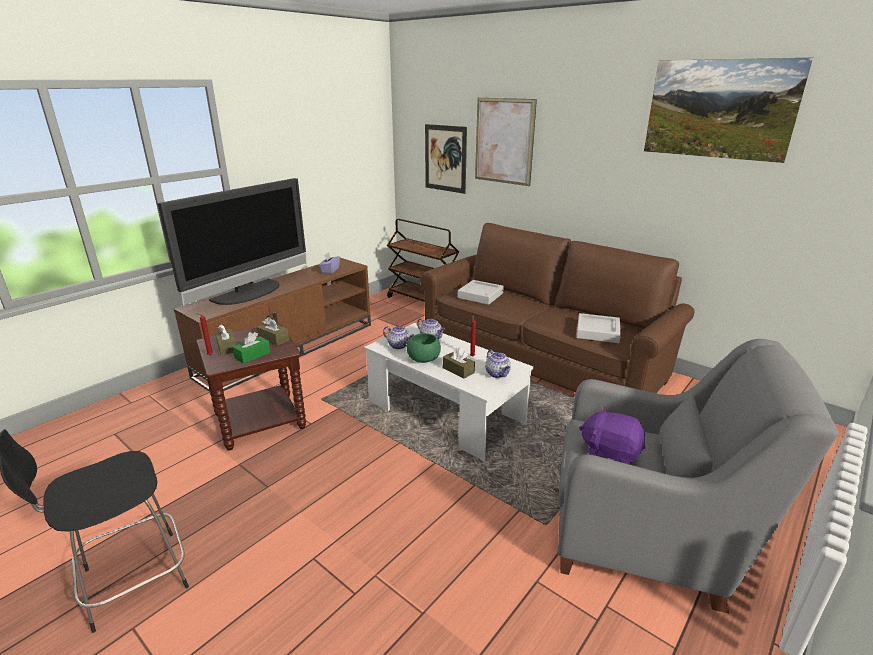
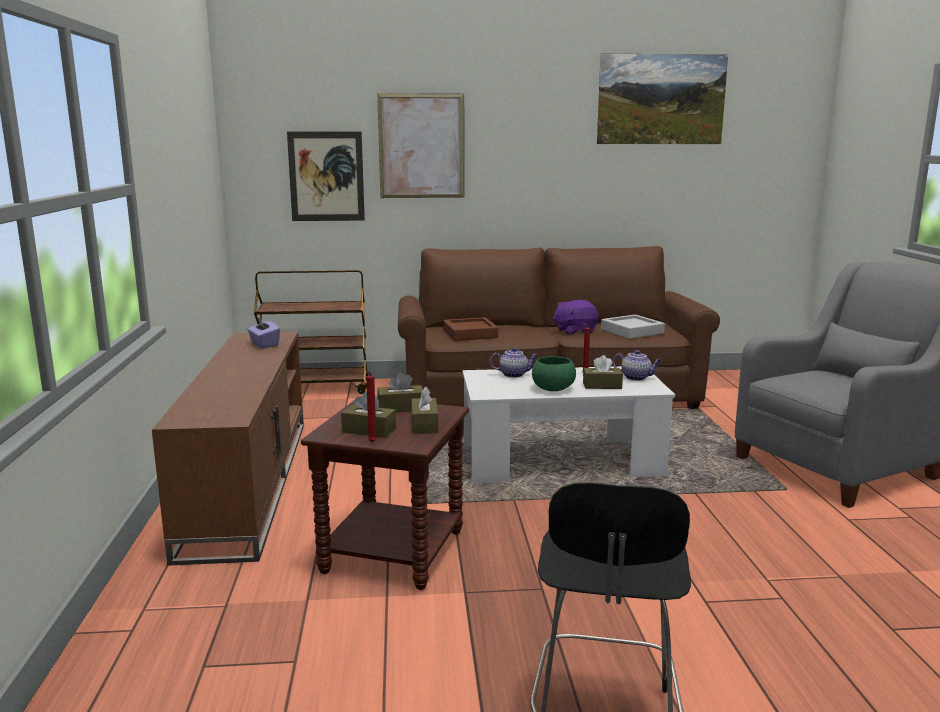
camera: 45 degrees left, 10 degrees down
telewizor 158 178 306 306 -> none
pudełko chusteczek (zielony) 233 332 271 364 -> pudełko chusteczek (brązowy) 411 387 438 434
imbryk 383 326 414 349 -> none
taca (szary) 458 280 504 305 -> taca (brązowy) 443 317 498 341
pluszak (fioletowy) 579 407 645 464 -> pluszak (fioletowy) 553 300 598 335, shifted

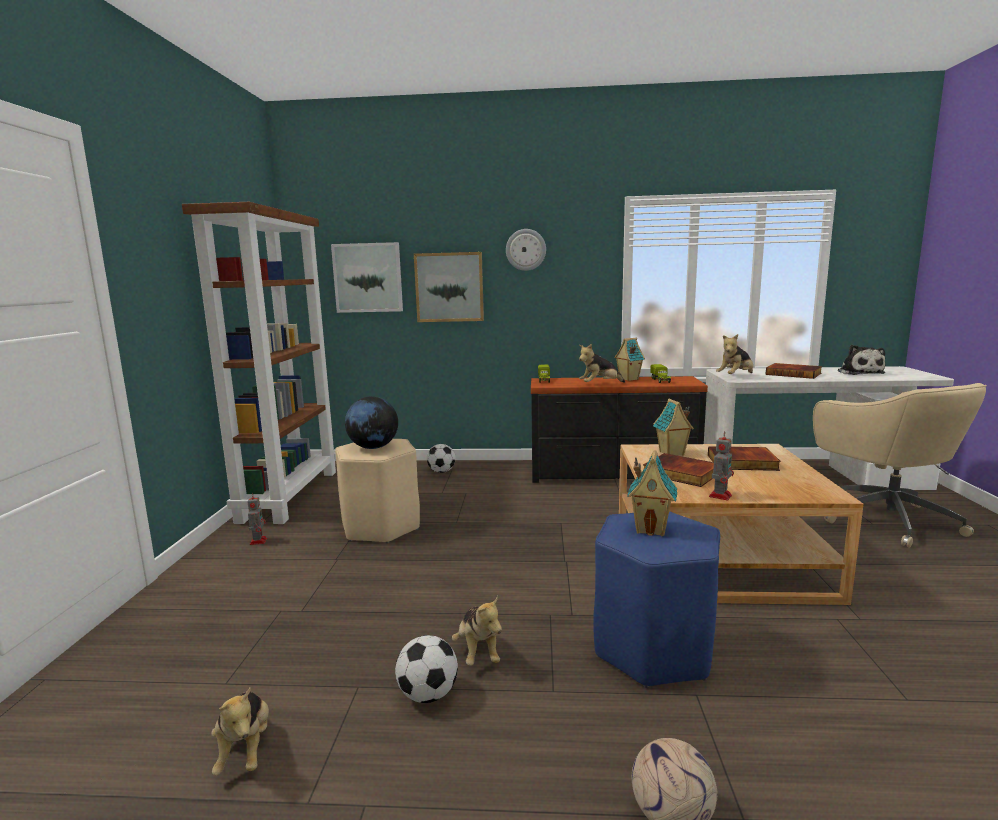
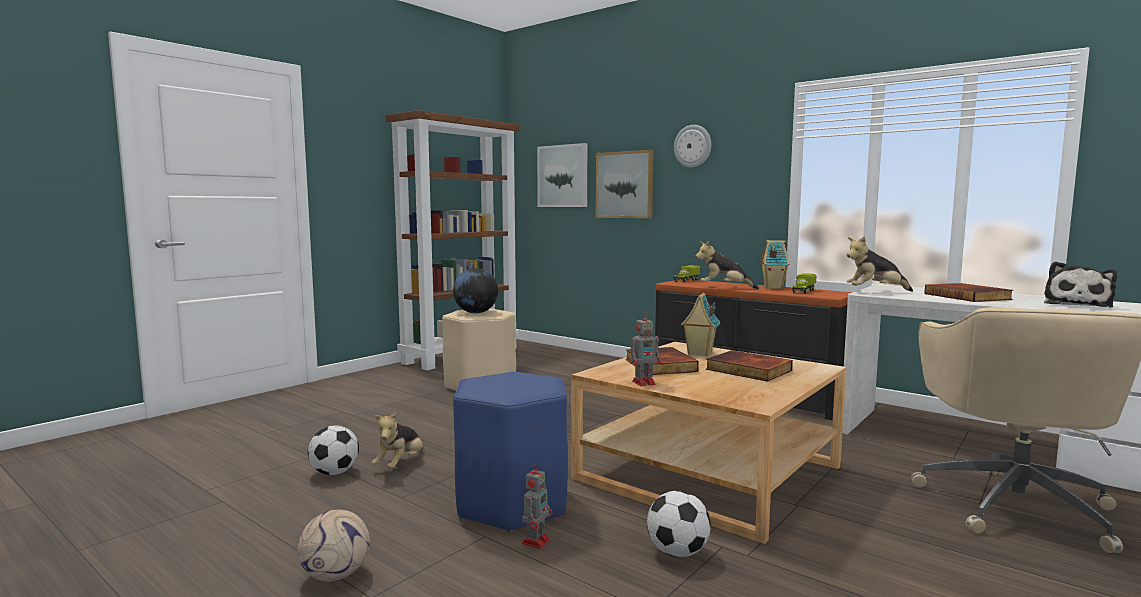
camera: 35 degrees right, 5 degrees down
pluszak 211 687 269 776 -> none
robot zabawkowy 247 495 267 545 -> robot zabawkowy 522 463 553 549, shifted
piłka futbolowa 427 444 456 473 -> piłka futbolowa 647 491 711 557, shifted
domek 627 450 677 536 -> none

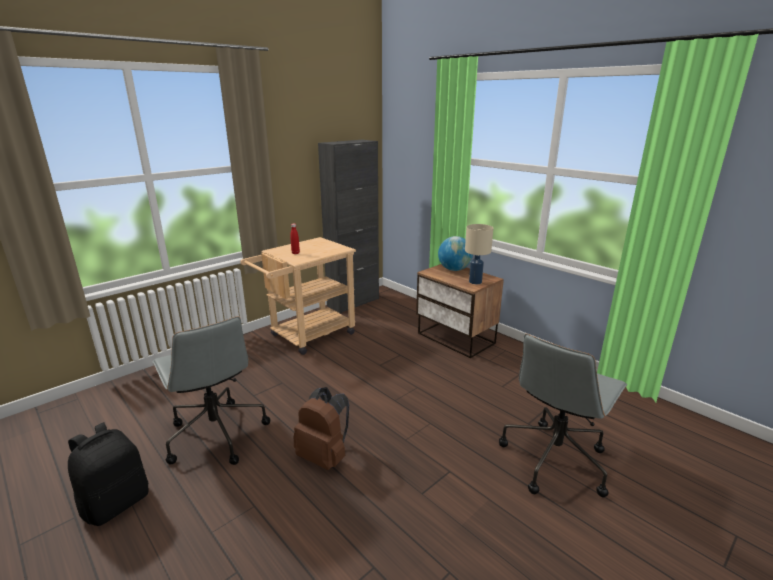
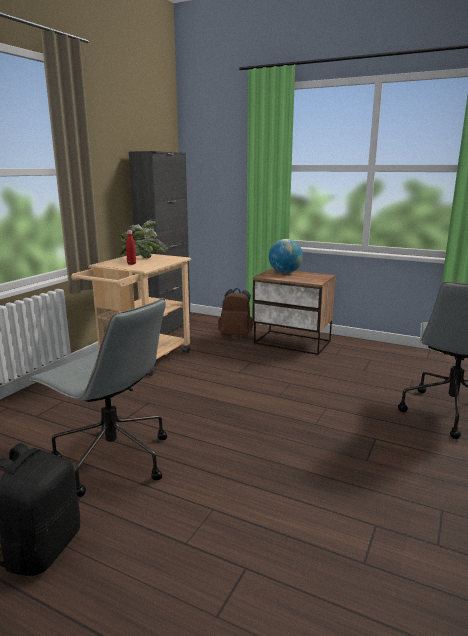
camera: 20 degrees left, 5 degrees down
plecak (brązowy) 293 387 349 470 -> plecak (brązowy) 218 288 253 335, shifted
lampa stołowa (beżowy) 465 224 493 284 -> none
none -> roślina doniczkowa 117 219 168 258

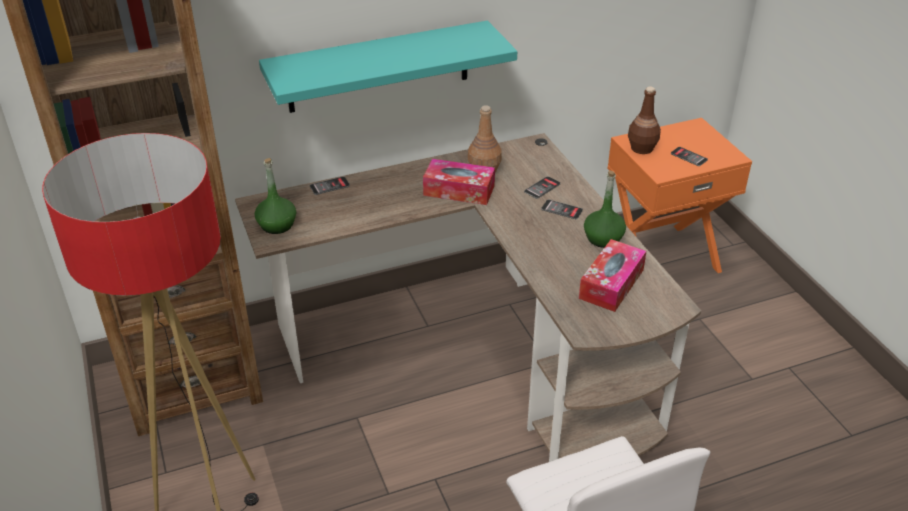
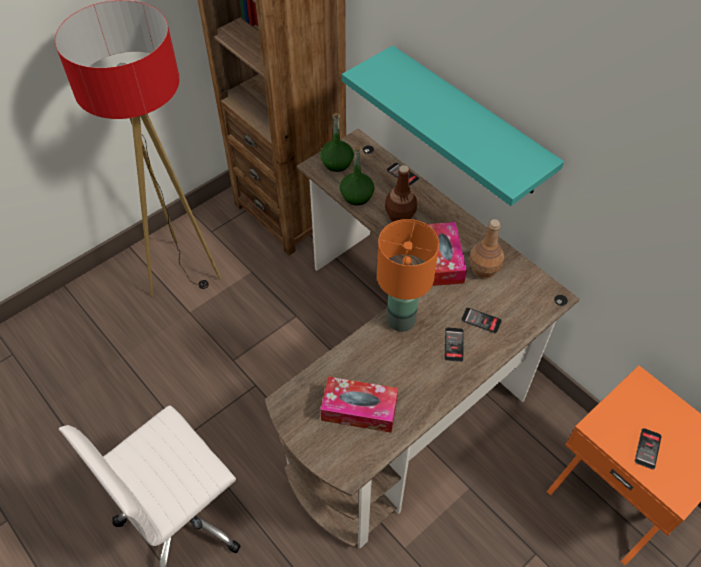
camera: 70 degrees right, 15 degrees up
butelka (zielony) 584 171 626 248 -> butelka (zielony) 340 145 375 205, shifted
butelka (brązowy) 628 87 661 154 -> butelka (brązowy) 385 165 417 222, shifted
none -> lampa stołowa (pomarańczowy) 377 219 439 332

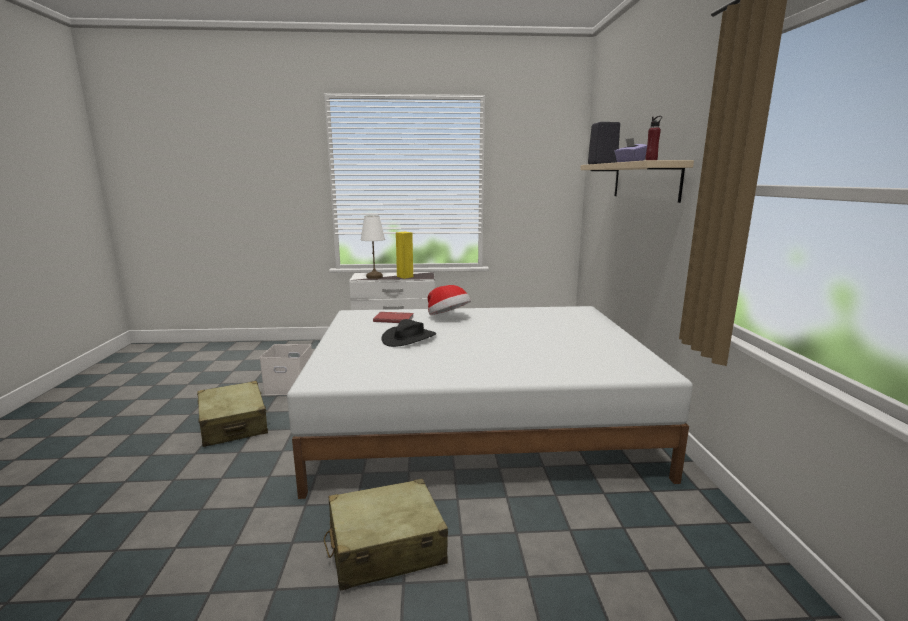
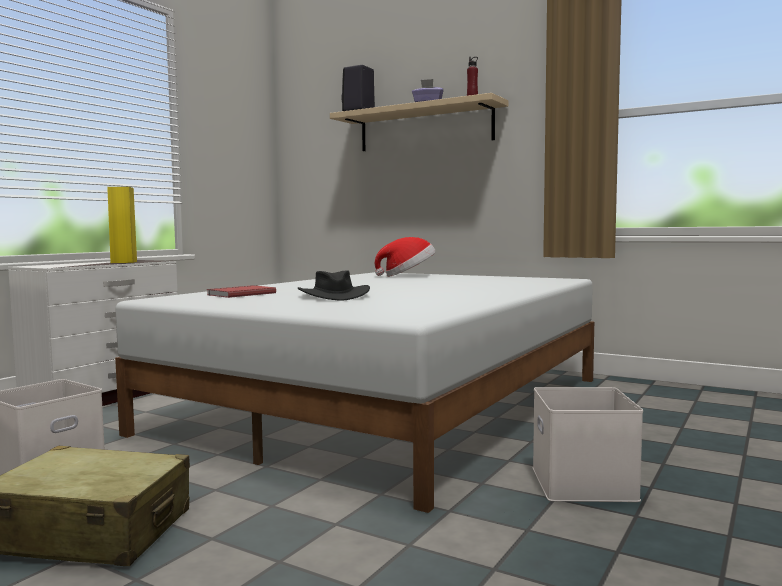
camera: 55 degrees left, 10 degrees down
walizka (beżowy) 324 479 448 591 -> pojemnik do przechowywania (biały) 533 387 643 502
lampa stołowa (biały) 361 215 385 279 -> none
kapelusz 428 285 471 315 -> kapelusz 375 237 436 277, shifted

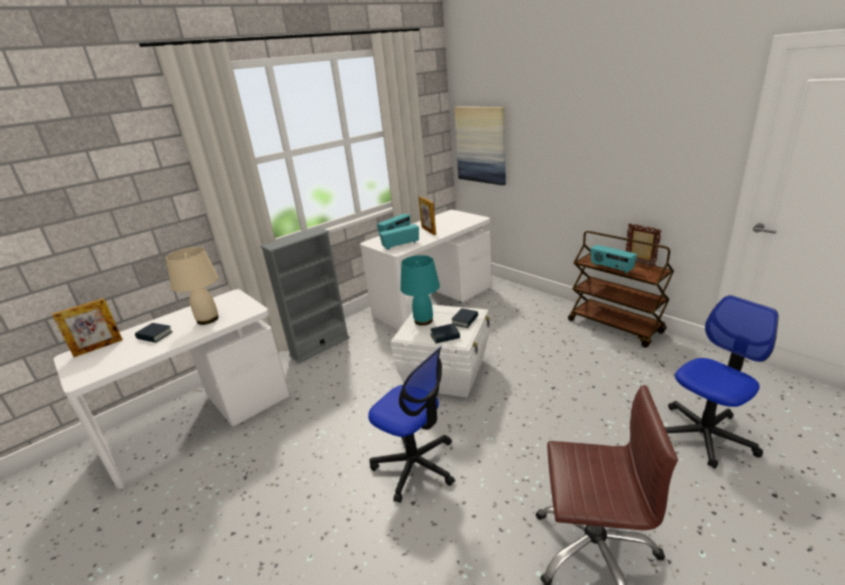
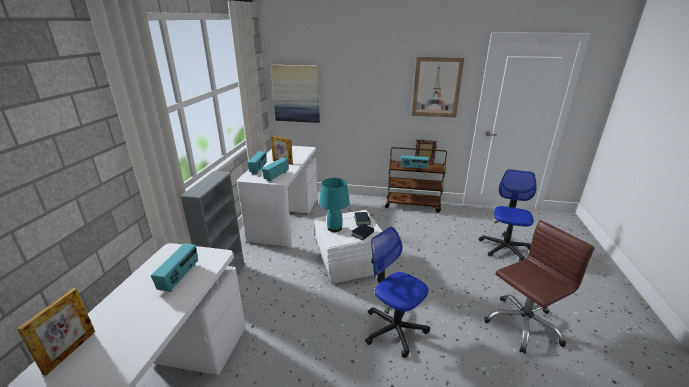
camera: 40 degrees left, 0 degrees up
książka 135 323 173 343 -> none
lampa stołowa (beżowy) 166 247 219 325 -> radio 151 243 198 292
krzesło biurowe 368 347 455 503 -> krzesło biurowe 365 227 430 358, 135 degrees counterclockwise
none -> obraz 412 57 464 118

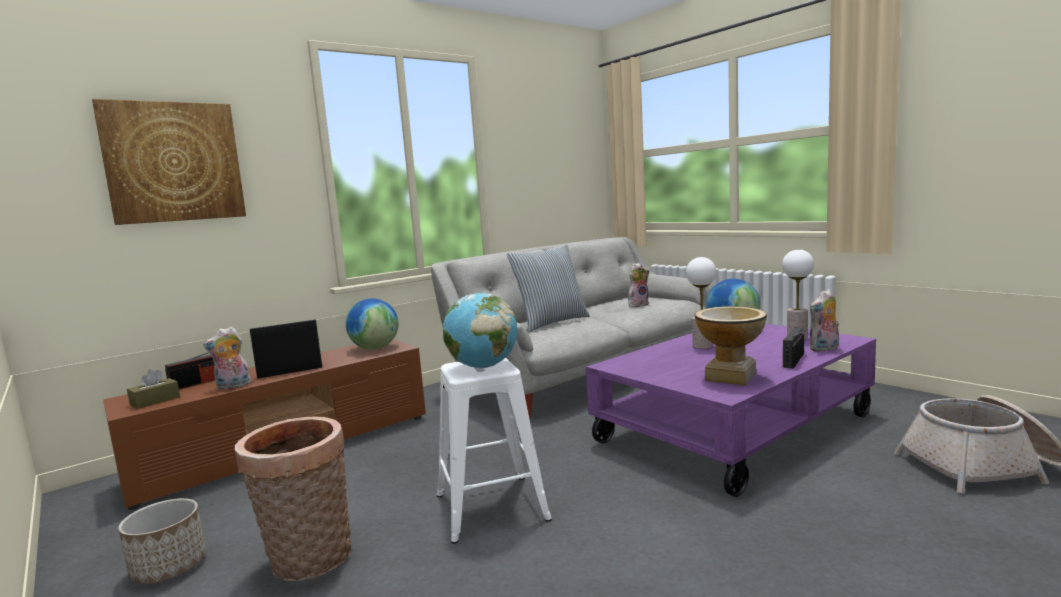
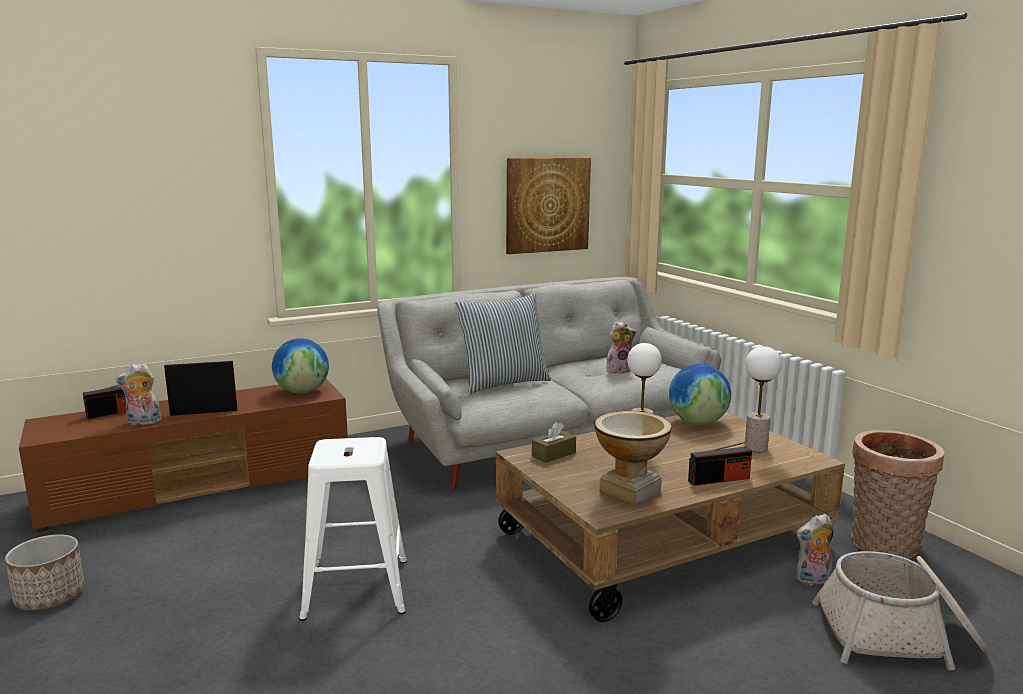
camera: 10 degrees right, 5 degrees up
obraz 92 99 246 225 -> obraz 506 158 591 254, shifted
pudełko chusteczek (brązowy) 127 369 180 409 -> pudełko chusteczek (brązowy) 532 422 576 463, shifted
koszyk 235 416 351 581 -> koszyk 851 430 944 559, shifted
globus 443 293 517 368 -> none
ława (fioletowy) 586 323 876 497 -> ława (brązowy) 496 412 845 622
radio 783 328 804 369 -> radio 688 442 752 486, 150 degrees counterclockwise
pluszak 810 289 839 352 -> pluszak 795 514 833 586, shifted

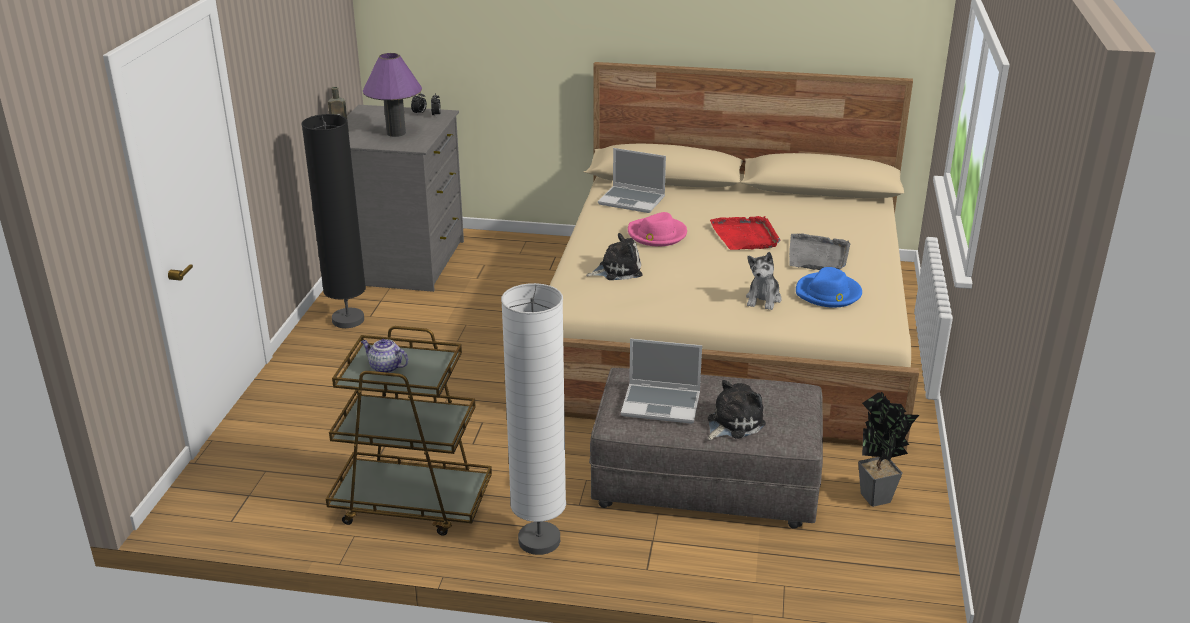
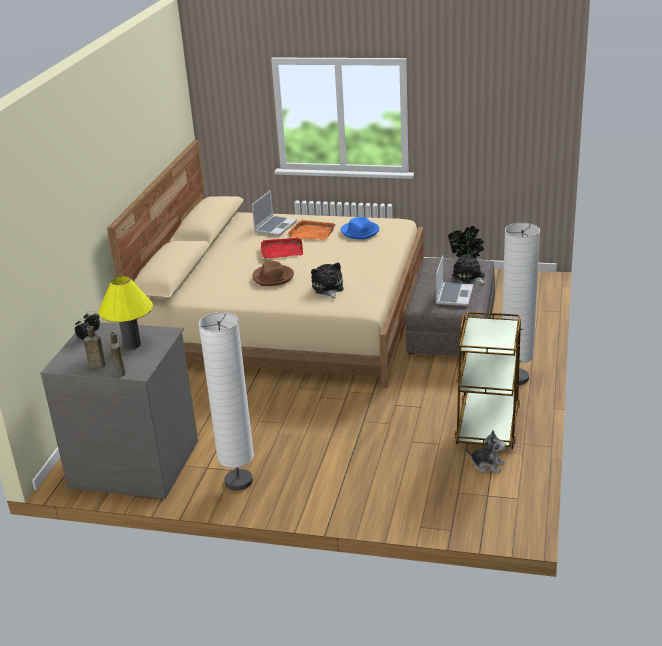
camera: 85 degrees left, 0 degrees up
lampa stojąca (czarny) 301 114 366 328 -> lampa stojąca (biały) 198 312 254 491
imbryk 361 339 408 373 -> none
lampa stołowa (fioletowy) 363 53 422 137 -> lampa stołowa (żółty) 99 276 153 349
laptop 598 148 666 213 -> laptop 252 190 297 236, shifted
kapelusz (różowy) 628 212 687 246 -> kapelusz (brązowy) 252 261 294 286
pluszak 746 252 782 310 -> pluszak 466 430 506 473, shifted
taca (szary) 789 234 851 270 -> taca (pomarańczowy) 287 220 336 240
none -> butelka (brązowy) 84 326 106 369

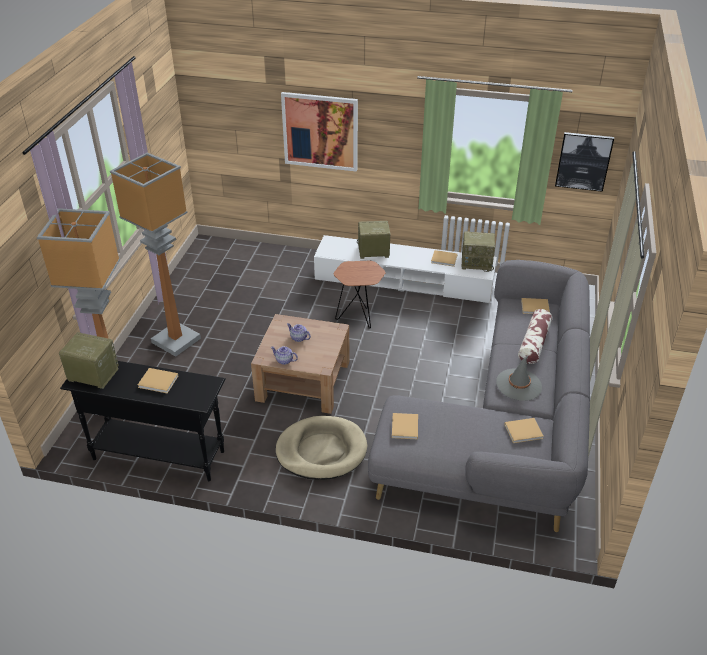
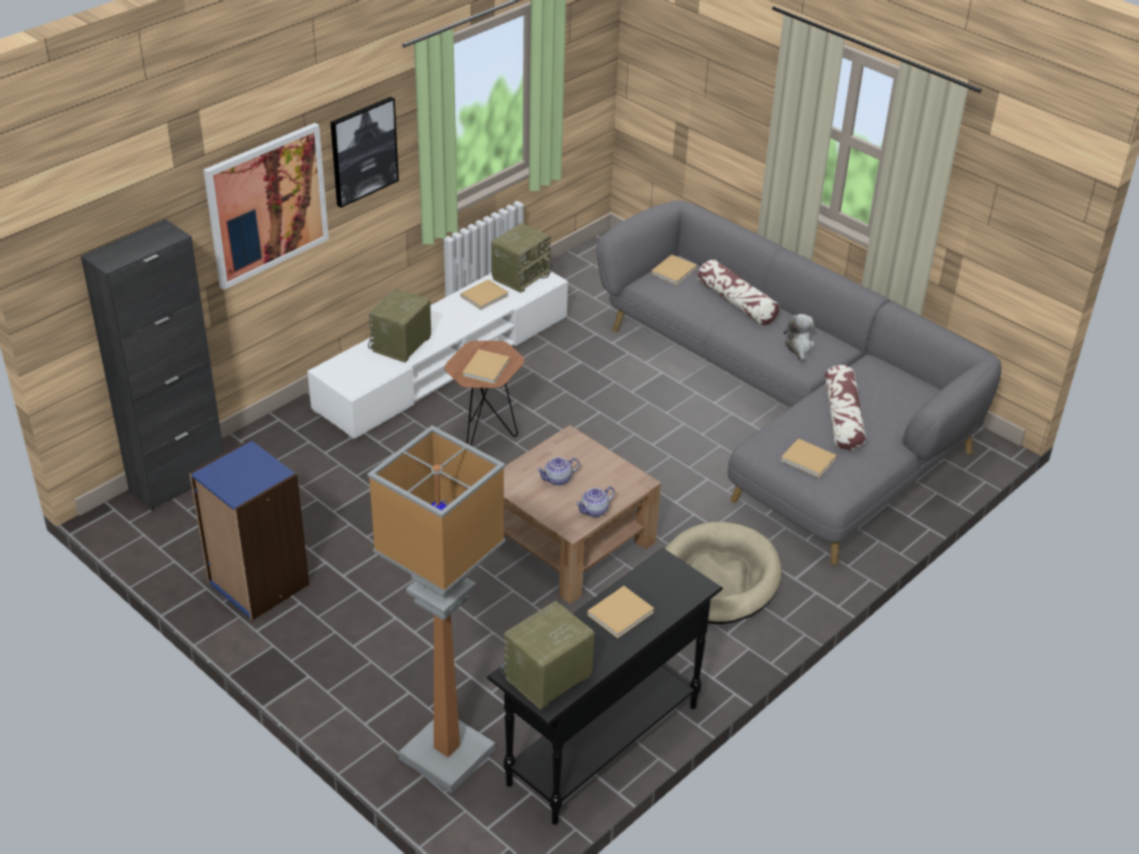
camera: 60 degrees left, 0 degrees up
lampa stojąca 110 153 201 357 -> none
kapelusz (szary) 496 355 542 401 -> pluszak 784 314 815 362
książka (beżowy) 504 418 543 443 -> książka (beżowy) 462 349 510 384, shifted
obraz 555 132 614 192 -> obraz 330 97 399 208, shifted
none -> szafka (czarny) 81 219 224 511
none -> regał (niebieski) 189 439 309 621
none -> poduszka 825 365 866 450

